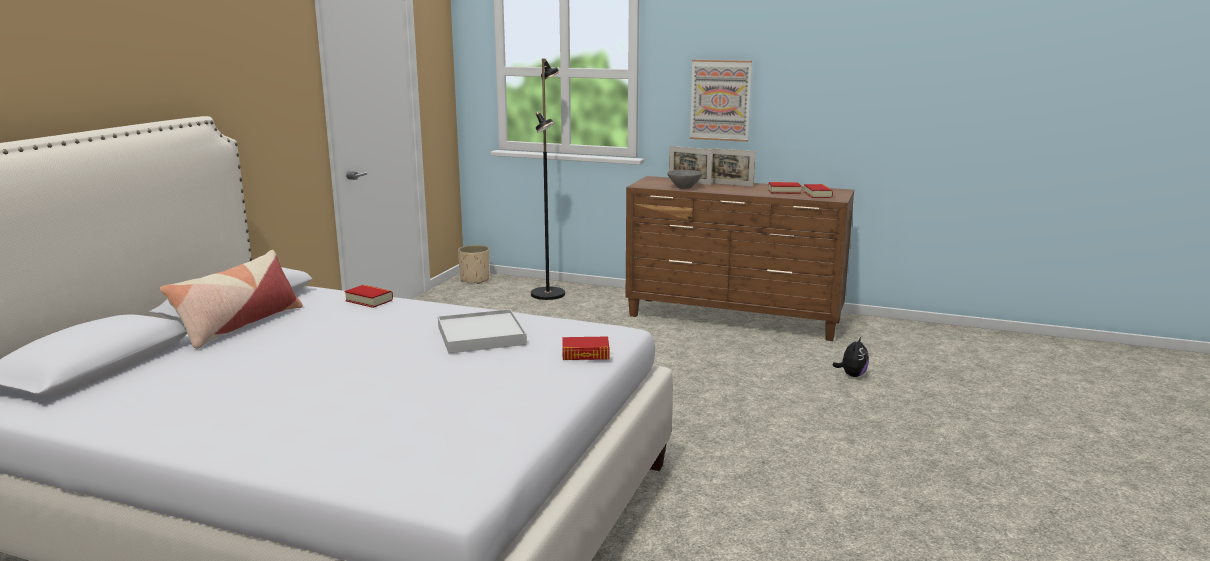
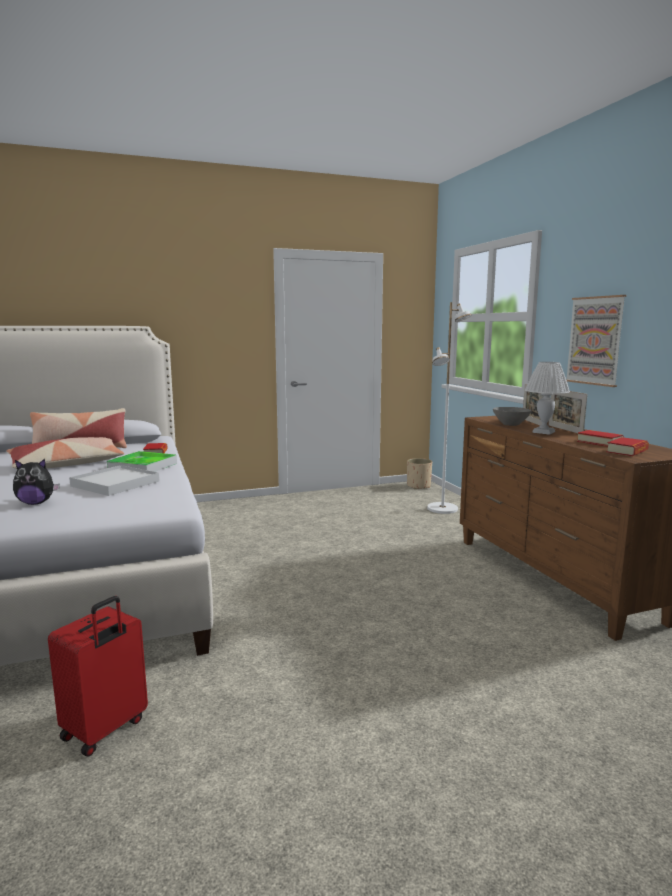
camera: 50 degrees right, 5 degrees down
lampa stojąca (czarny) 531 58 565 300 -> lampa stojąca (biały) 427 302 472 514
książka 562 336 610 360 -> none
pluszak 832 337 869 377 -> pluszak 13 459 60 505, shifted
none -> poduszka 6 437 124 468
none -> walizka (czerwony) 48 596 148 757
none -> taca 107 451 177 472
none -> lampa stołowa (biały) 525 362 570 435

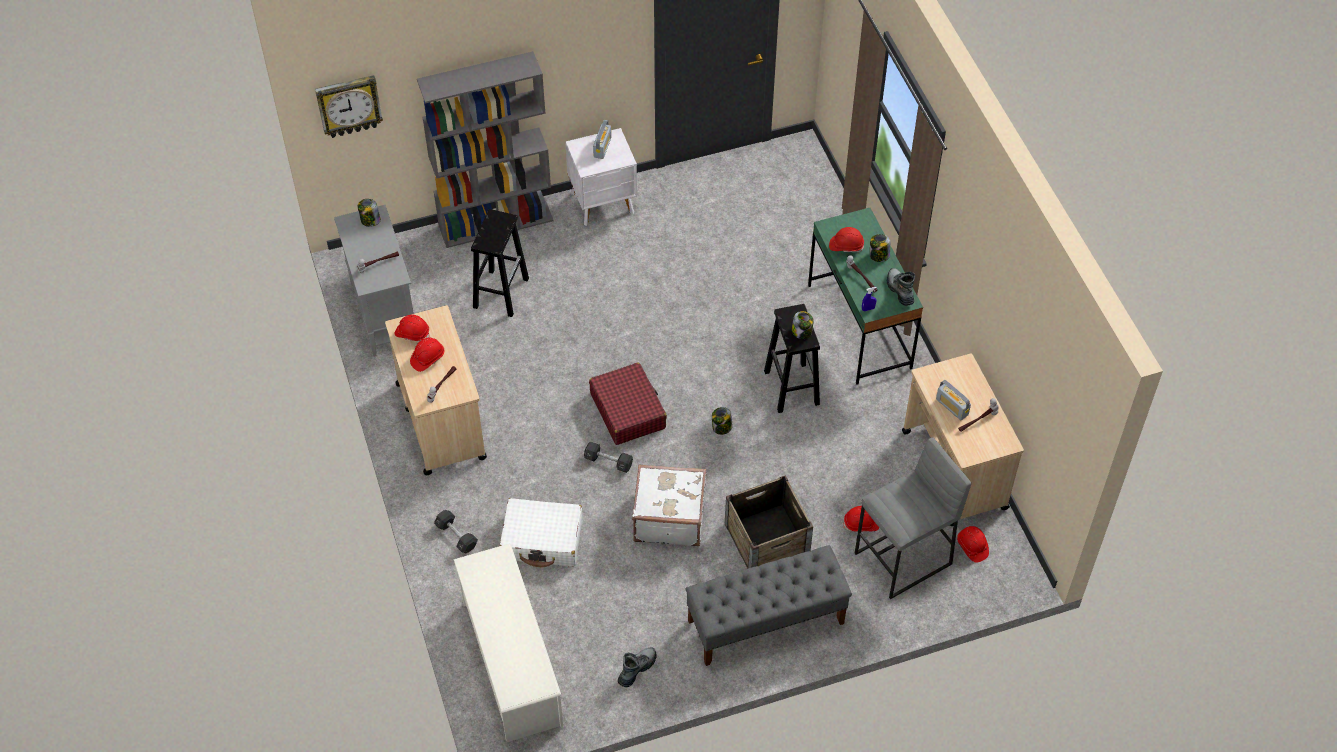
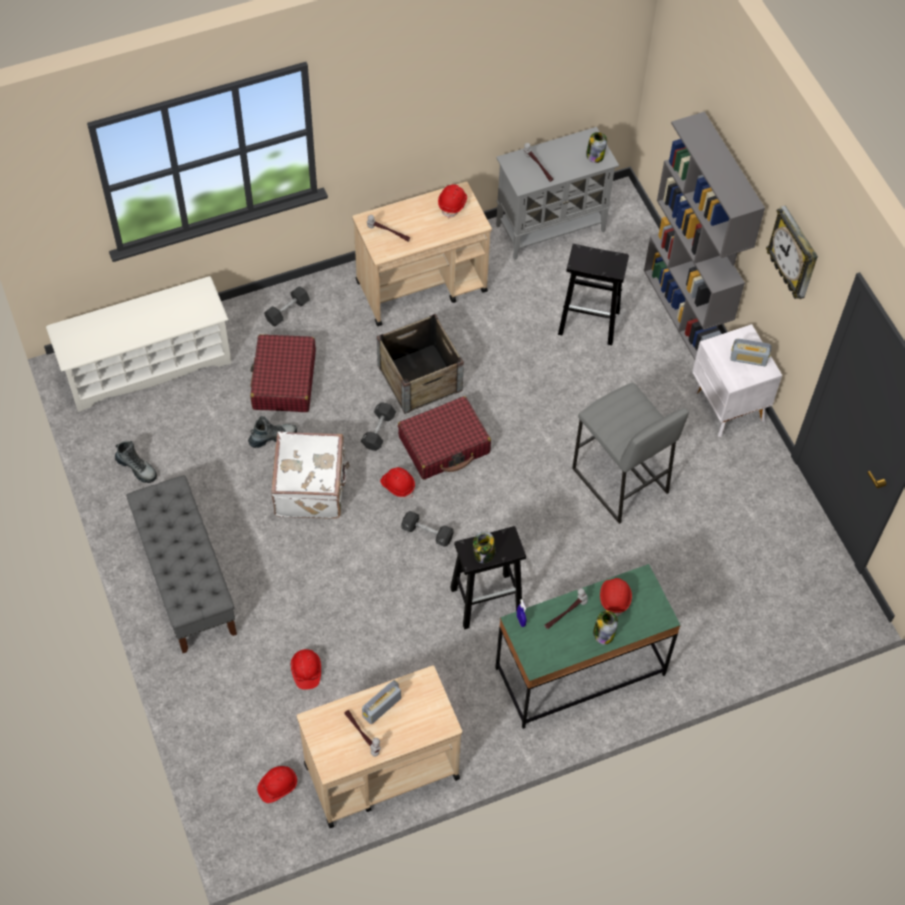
camera: 85 degrees right, 5 degrees up
zegar ścienny 315 75 383 138 -> zegar ścienny 766 205 818 299, shifted
kask (czerwony) 410 338 444 372 -> kask (czerwony) 380 467 415 499, shifted
walizka (biały) 500 498 583 567 -> walizka (czerwony) 250 334 316 412
słoik 712 407 732 435 -> hantel (czarny) 401 511 454 546
skrzynka 725 475 813 568 -> skrzynka 377 314 464 414, shifted
stołek (szary) 855 437 971 599 -> stołek (szary) 572 382 689 524, shifted
but z cholewką 887 268 915 306 -> but z cholewką 248 416 297 448, shifted

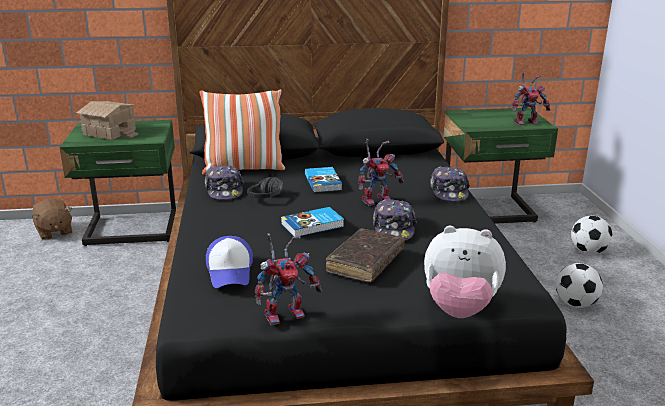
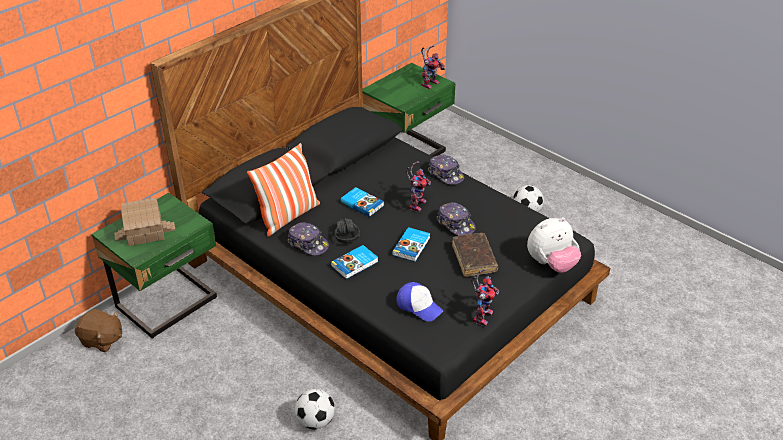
camera: 40 degrees left, 15 degrees up
piłka futbolowa 571 215 612 254 -> piłka futbolowa 295 389 335 429, shifted
none -> książka 331 245 378 279

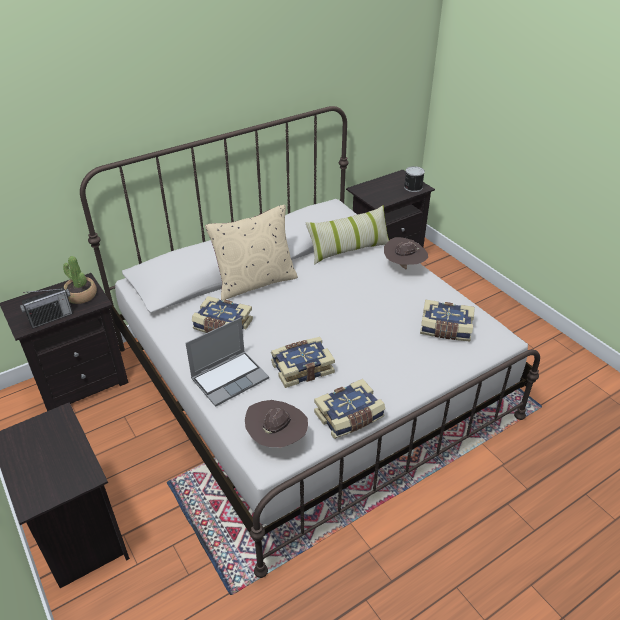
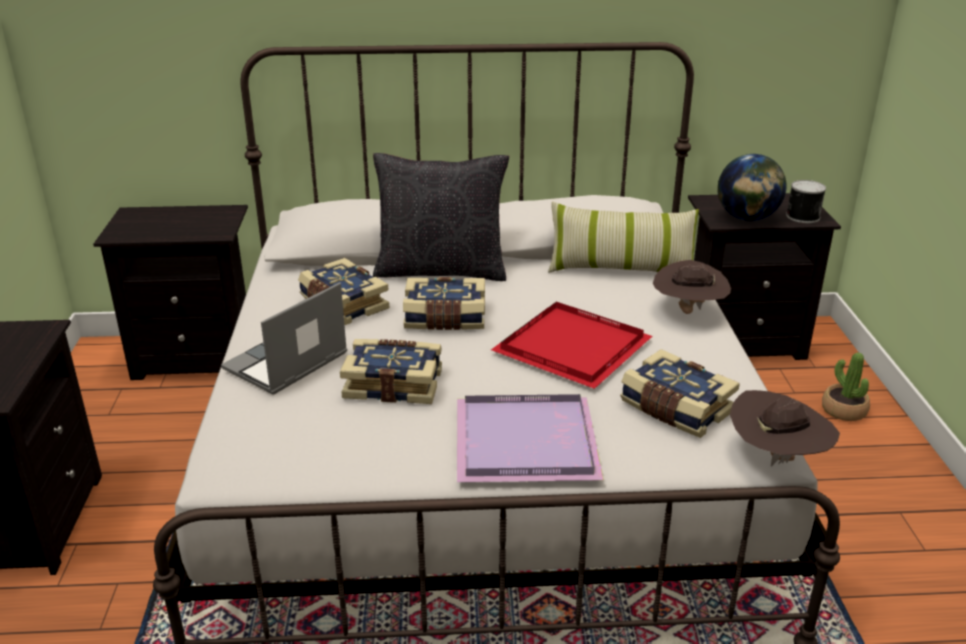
camera: 30 degrees right, 10 degrees down
radio 20 287 73 329 -> none
roślina doniczkowa 63 256 97 304 -> roślina doniczkowa 822 352 870 421, shifted
laptop 186 317 269 407 -> laptop 221 282 347 395, 135 degrees clockwise
poduszka (beżowy) 205 205 298 300 -> poduszka (czarny) 373 153 509 281
kapelusz (brązowy) 245 400 308 447 -> kapelusz (brązowy) 730 390 840 467, shifted
książka 314 379 386 439 -> książka 403 277 485 330, shifted
none -> taca (fioletowy) 457 394 604 482
none -> taca (czerwony) 491 302 652 389
none -> globus 717 154 787 221

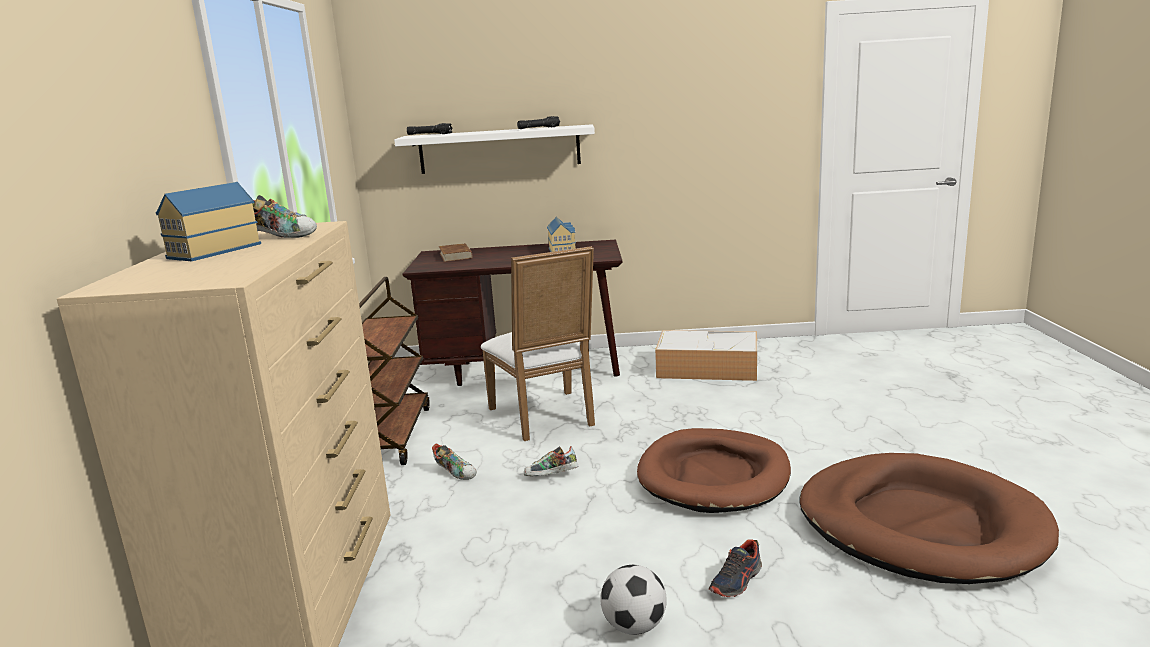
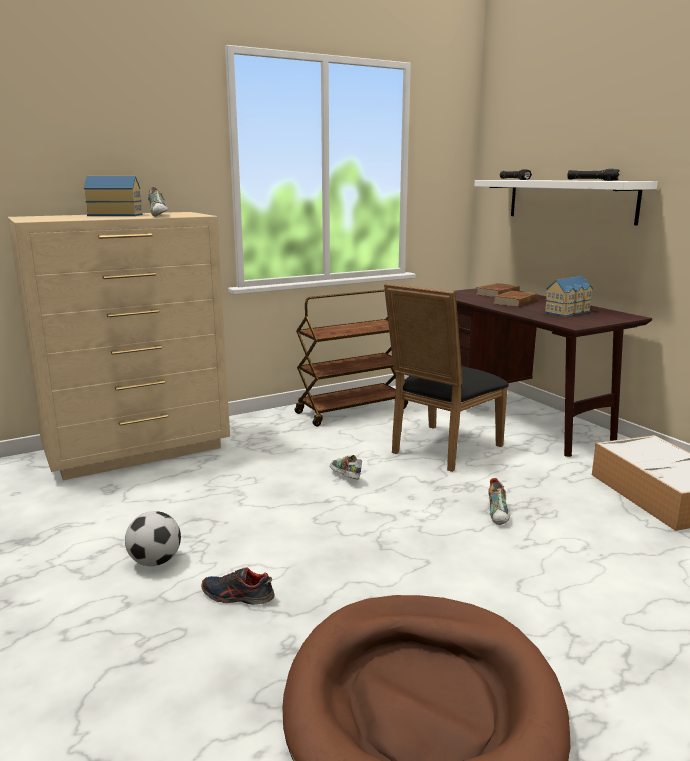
camera: 60 degrees right, 0 degrees up
but 432 444 477 480 -> but 488 478 510 525, shifted
krzesło (biały) 481 246 595 441 -> krzesło (czarny) 384 283 509 472
legowisko (brązowy) 637 428 791 513 -> none
none -> książka (brązowy) 493 291 537 307

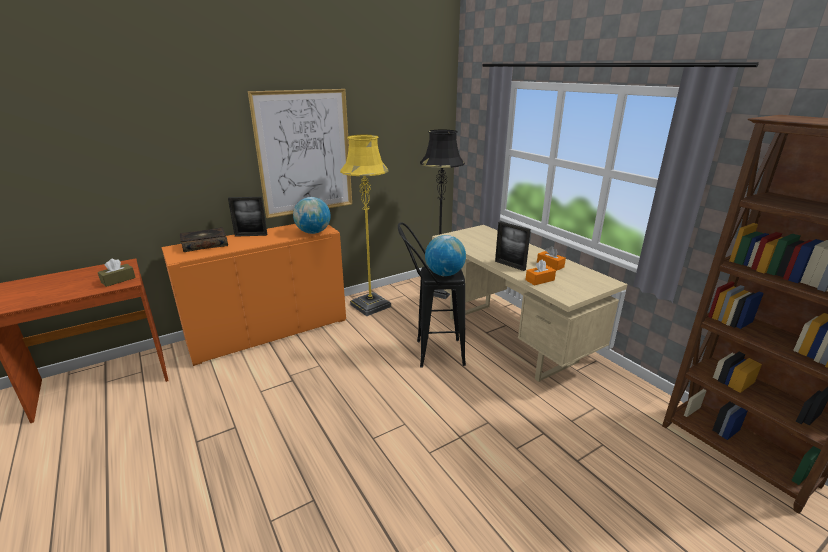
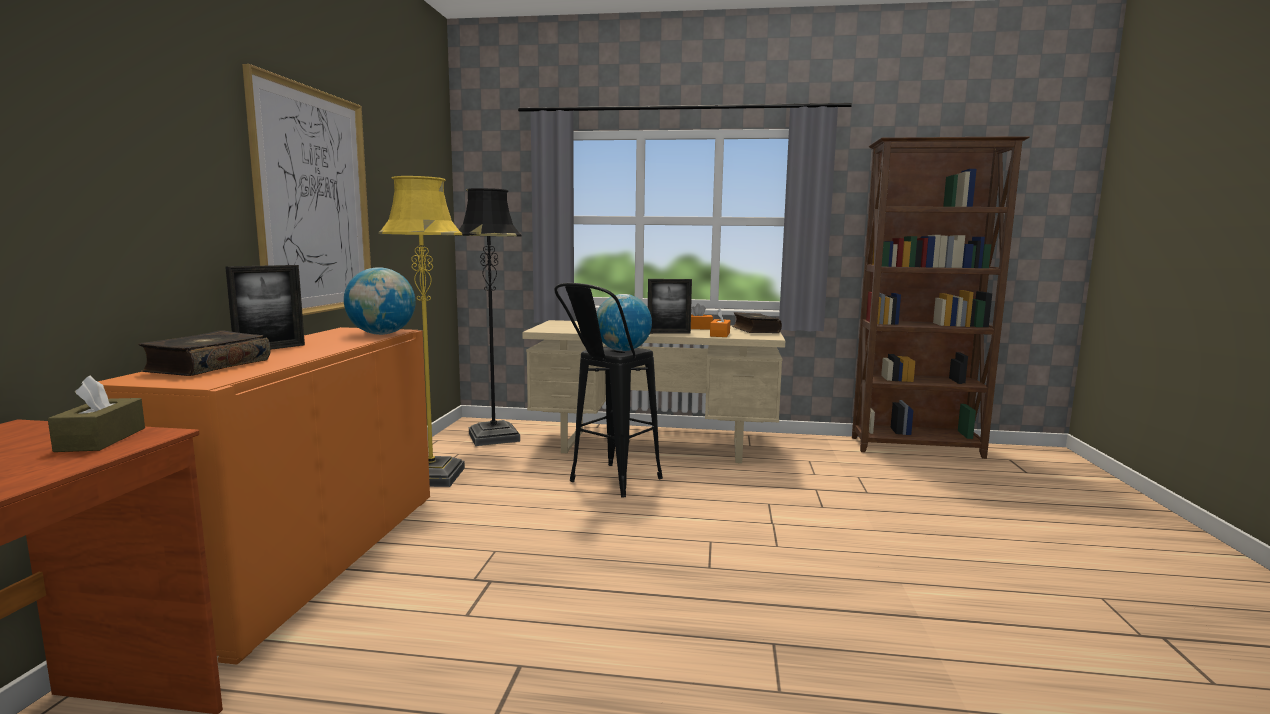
camera: 50 degrees left, 15 degrees down
none -> książka 732 312 782 333

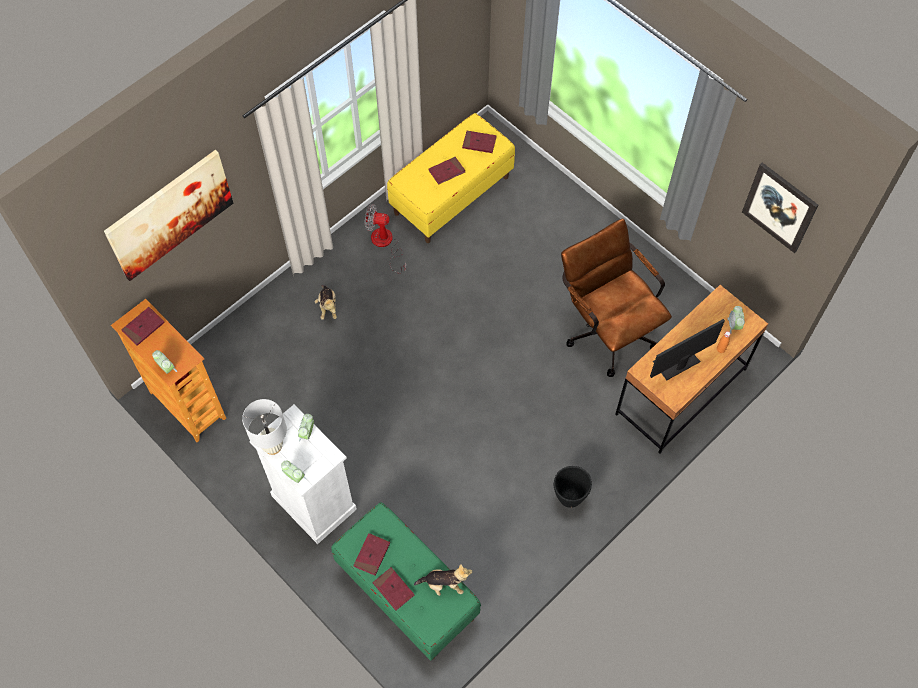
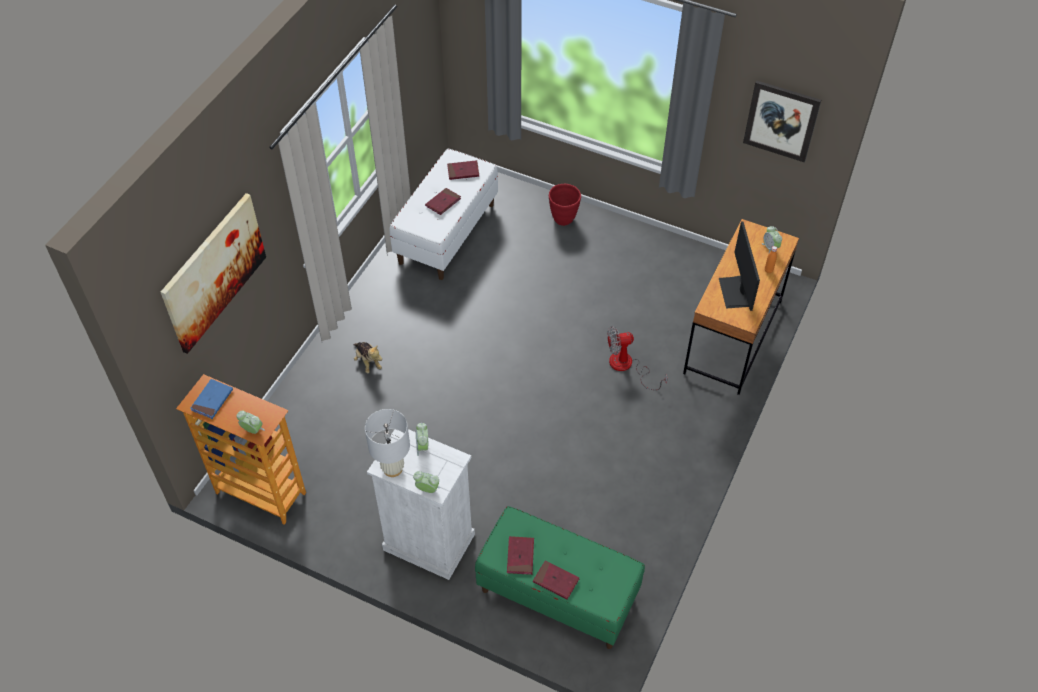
camera: 20 degrees left, 10 degrees down
książka (czerwony) 121 307 165 346 -> książka (niebieski) 190 379 233 419
wentylator 365 204 406 274 -> wentylator 607 326 667 390, shifted
ławka (żółty) 387 113 515 243 -> ławka (biały) 390 149 498 280
pluszak 414 564 472 596 -> none
donica (czarny) 554 466 592 508 -> none
krzesło biurowe (brązowy) 561 219 672 377 -> none
monitor 650 319 725 380 -> monitor 719 221 760 311, 45 degrees counterclockwise
none -> donica (czerwony) 549 184 581 226

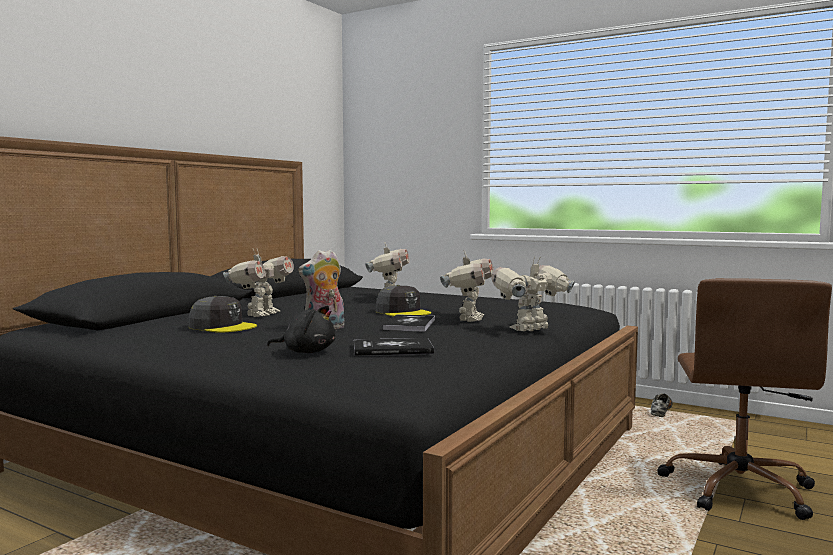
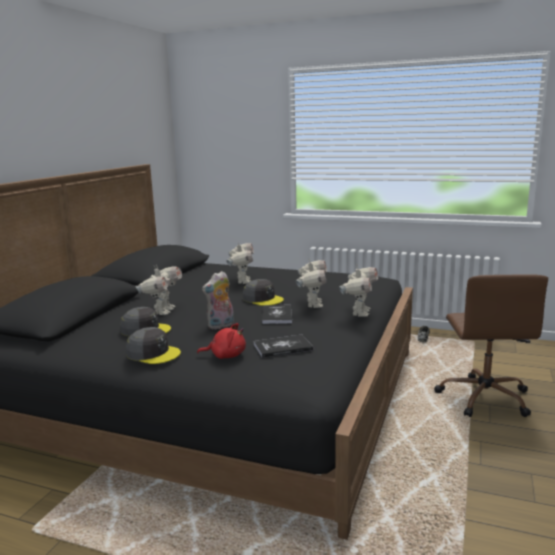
camera: 10 degrees left, 10 degrees up
pluszak (czarny) 267 306 335 353 -> pluszak (czerwony) 197 323 246 359
robot zabawkowy 491 257 575 331 -> robot zabawkowy 339 266 378 317, 150 degrees clockwise
none -> czapka z daszkiem (szary) 126 327 181 364

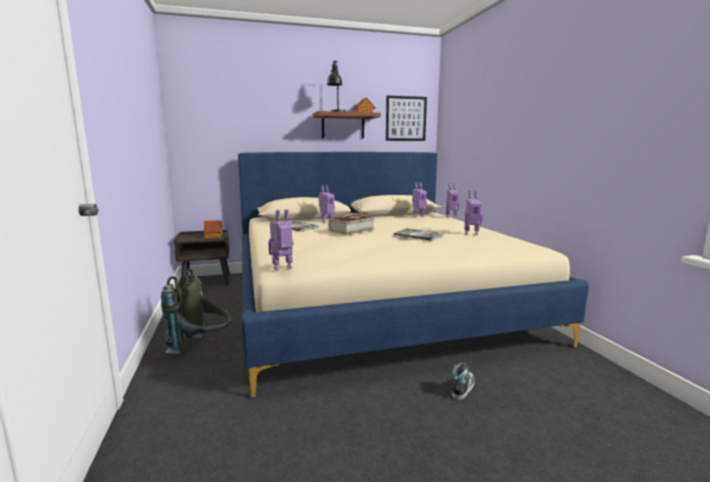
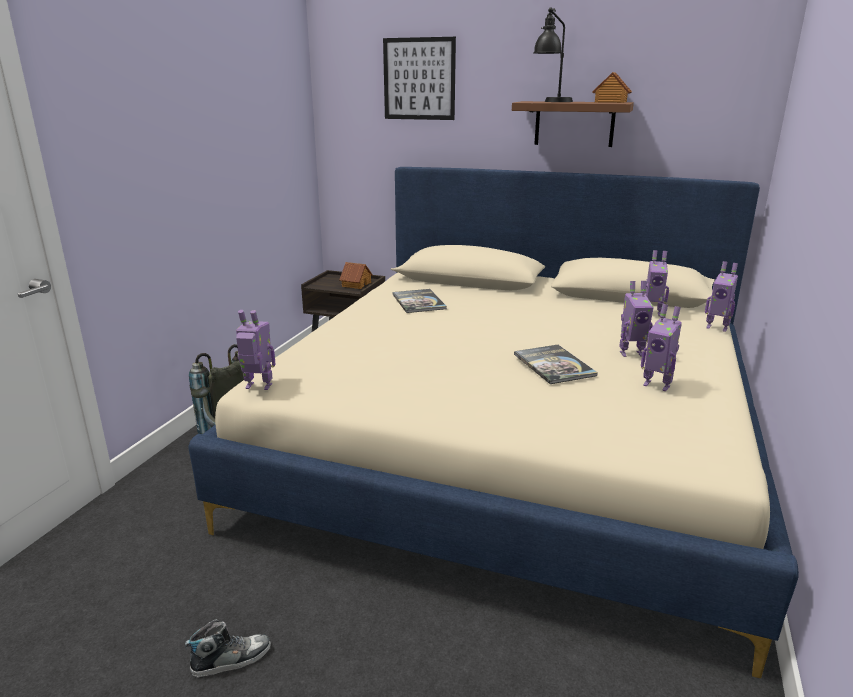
camera: 35 degrees right, 10 degrees up
robot zabawkowy 319 185 335 223 -> robot zabawkowy 619 281 654 357, shifted
książka 328 215 375 235 -> none
obraz 386 96 427 141 -> obraz 383 37 456 120, shifted
but 452 363 475 400 -> but 185 619 271 678, shifted

